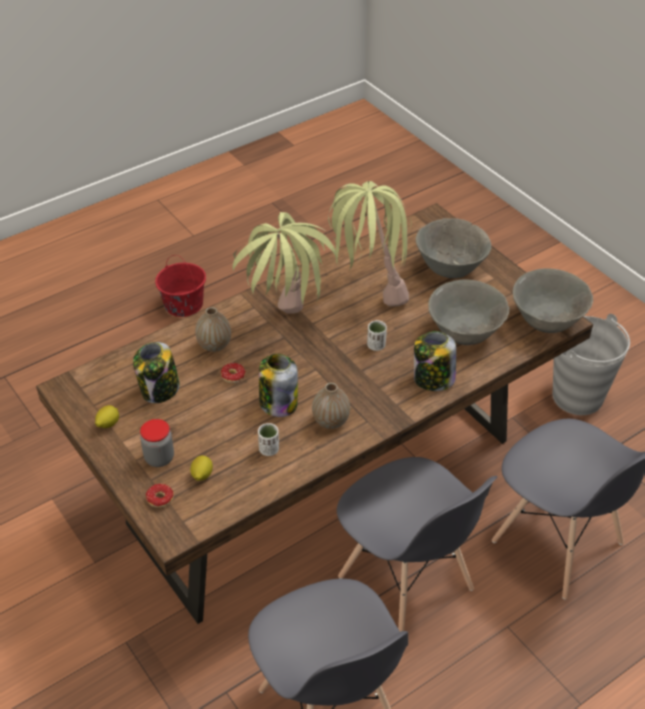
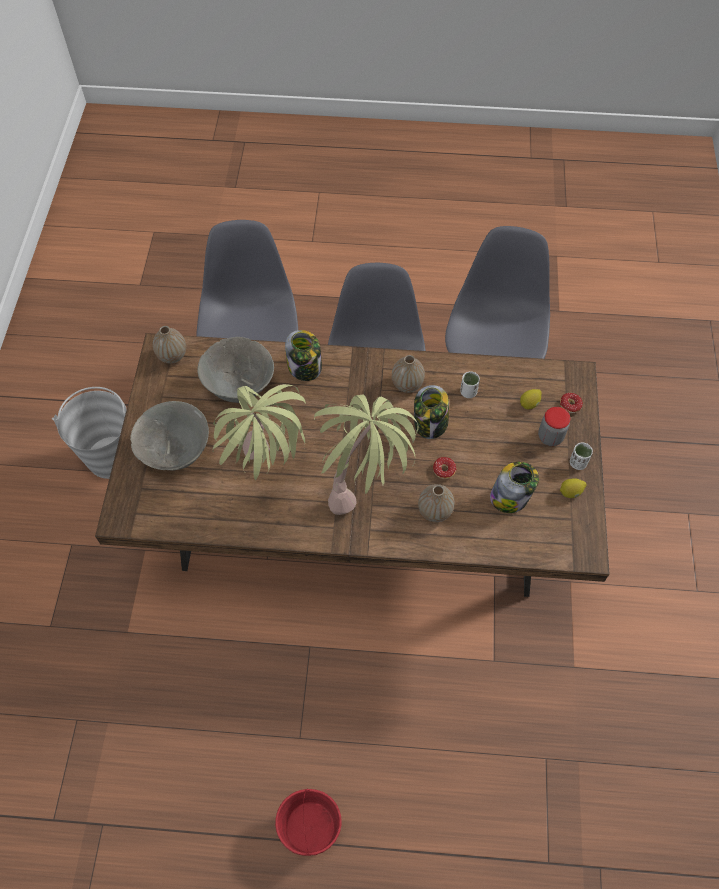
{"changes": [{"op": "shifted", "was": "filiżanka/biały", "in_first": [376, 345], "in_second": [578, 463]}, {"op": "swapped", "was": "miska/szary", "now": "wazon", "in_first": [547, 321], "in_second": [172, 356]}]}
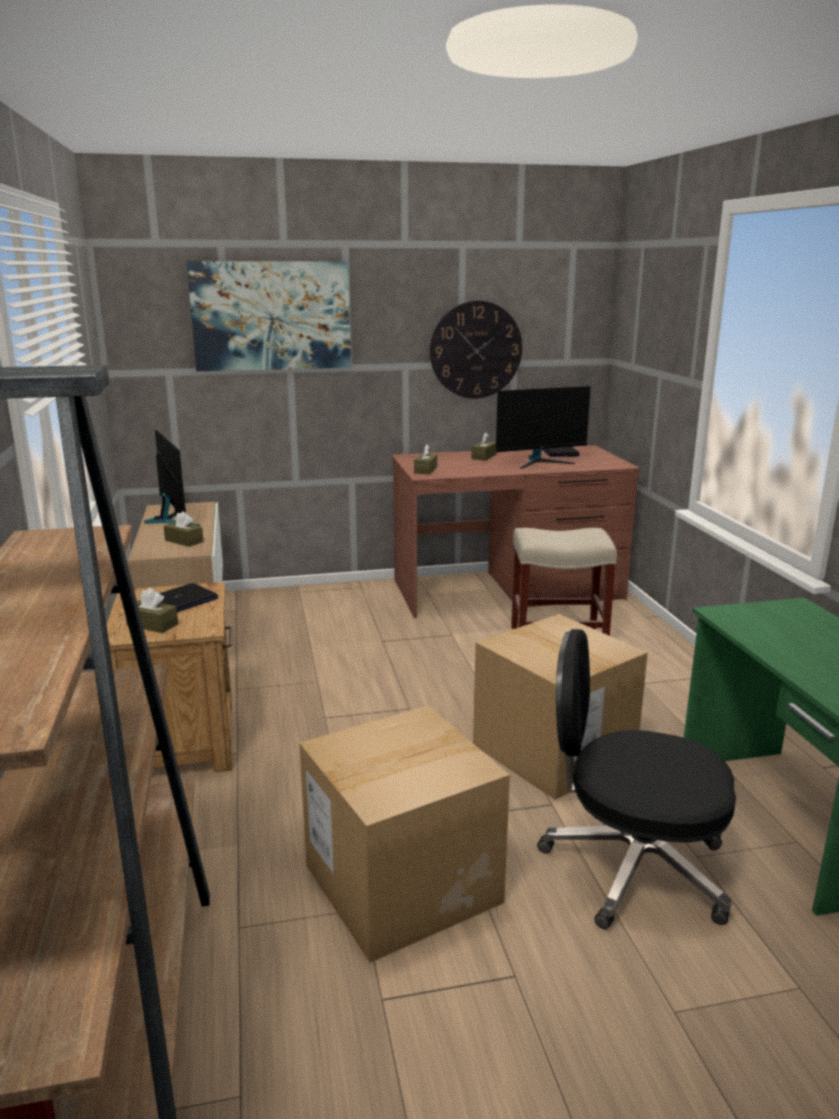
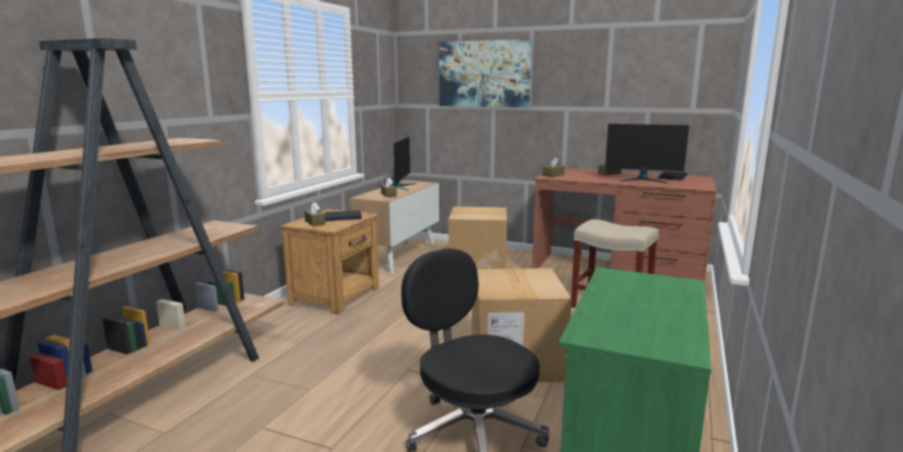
{"changes": [{"op": "shifted", "was": "karton", "in_first": [402, 883], "in_second": [478, 265]}, {"op": "gone", "was": "zegar ścienny", "in_first": [476, 350]}]}
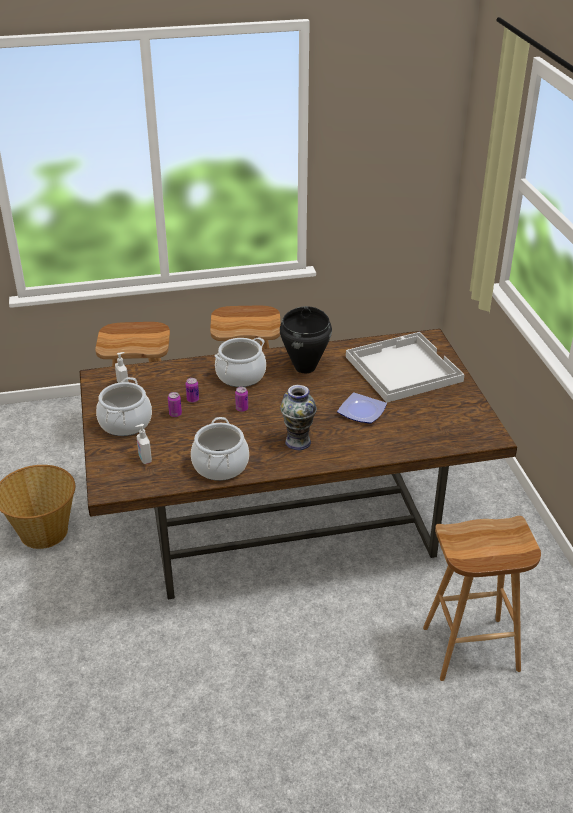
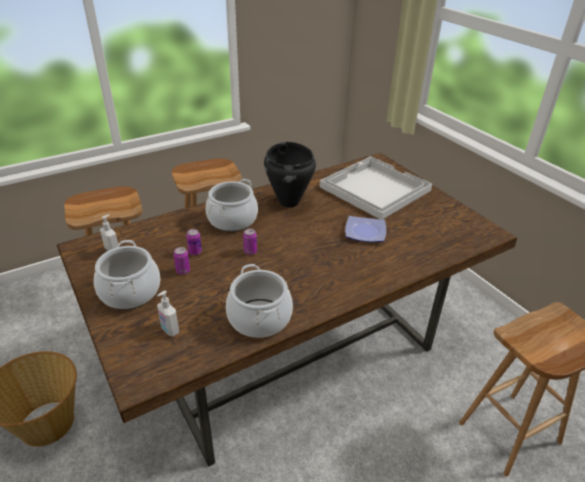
{"changes": [{"op": "gone", "was": "wazon", "in_first": [298, 442]}]}
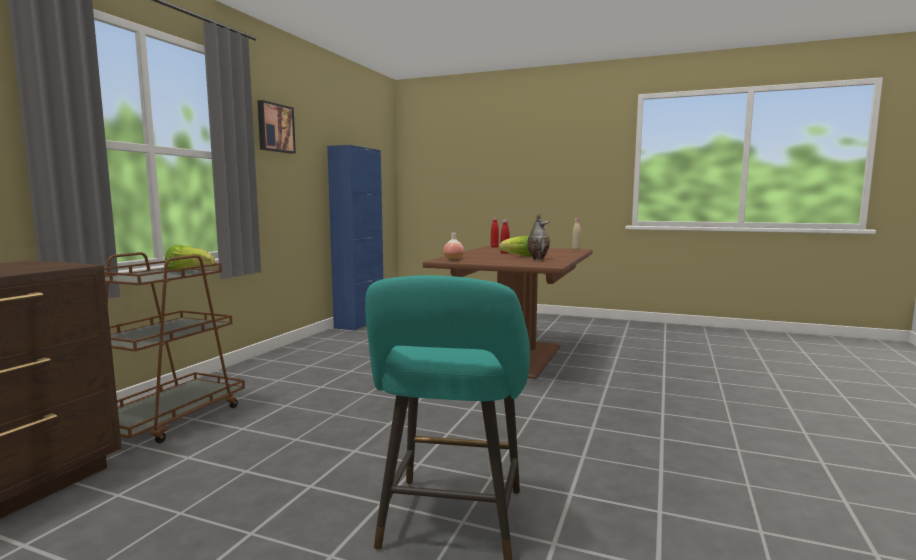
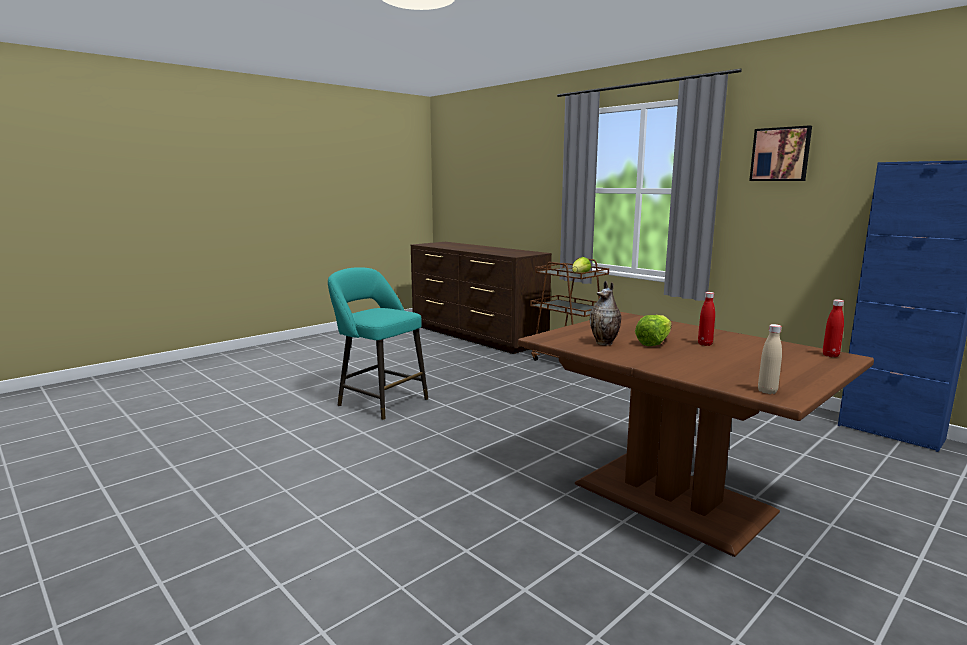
{"changes": [{"op": "gone", "was": "wazon", "in_first": [453, 259]}]}
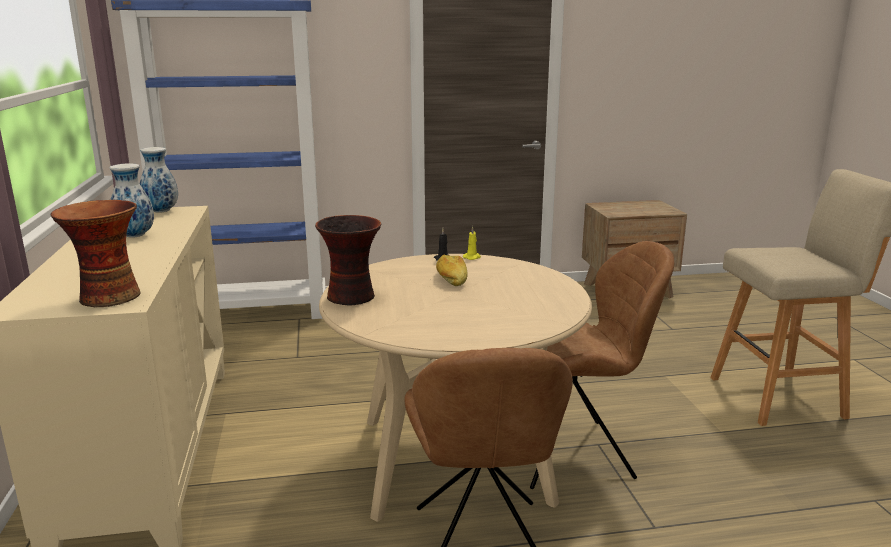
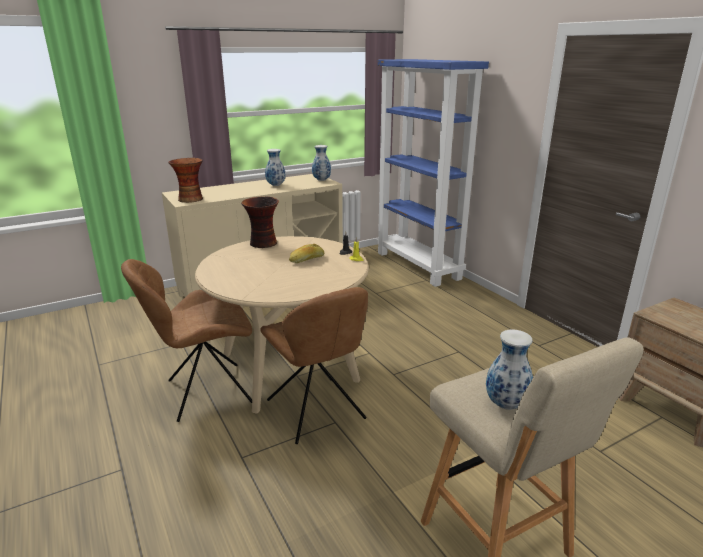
{"changes": [{"op": "new", "now": "wazon", "in_second": [507, 405]}]}
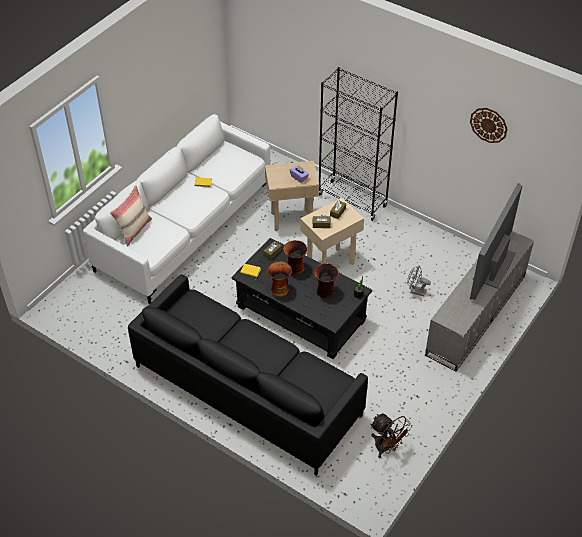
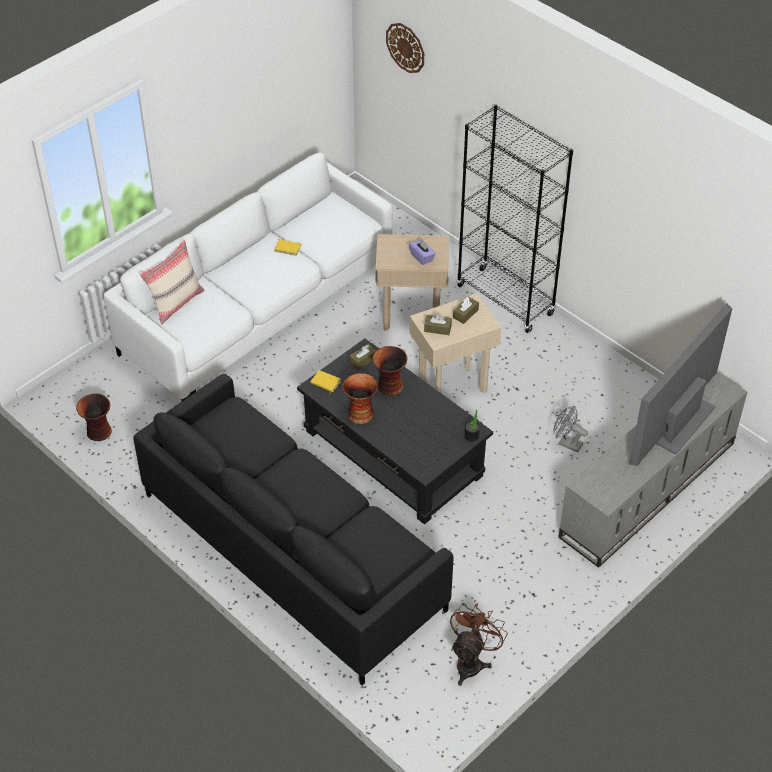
{"changes": [{"op": "shifted", "was": "wazon", "in_first": [325, 292], "in_second": [99, 432]}, {"op": "rotated", "was": "wentylator/brązowy", "in_first": [386, 448], "in_second": [471, 661], "clockwise": -120}, {"op": "shifted", "was": "zegar ścienny", "in_first": [488, 125], "in_second": [405, 47]}]}
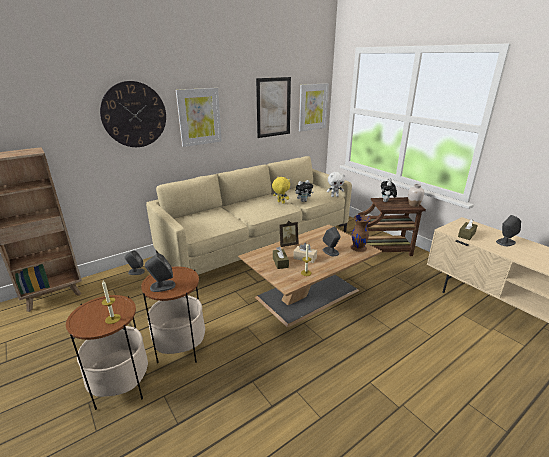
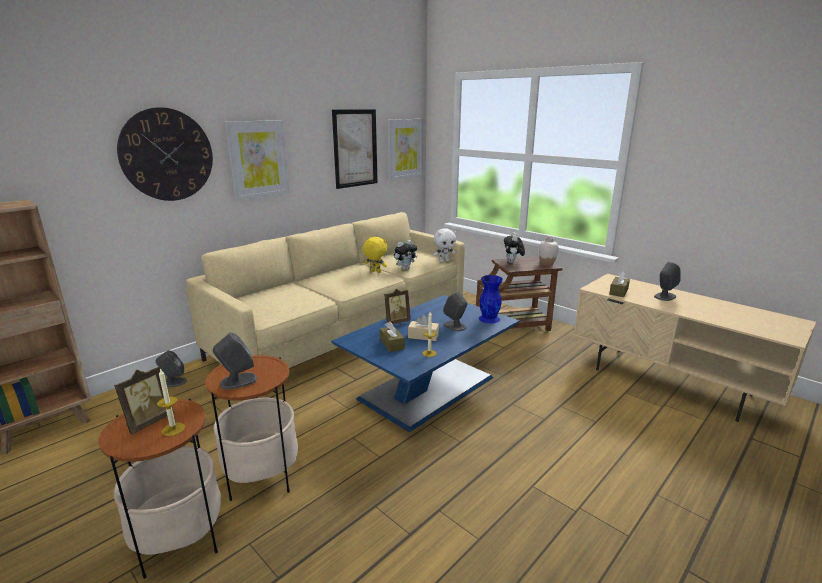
{"changes": [{"op": "repainted", "was": "ława/brązowy", "now": "ława/niebieski", "in_first": [309, 293], "in_second": [428, 386]}, {"op": "repainted", "was": "wazon/brązowy", "now": "wazon/niebieski", "in_first": [358, 247], "in_second": [489, 318]}, {"op": "new", "now": "ramka na zdjęcie", "in_second": [148, 422]}]}
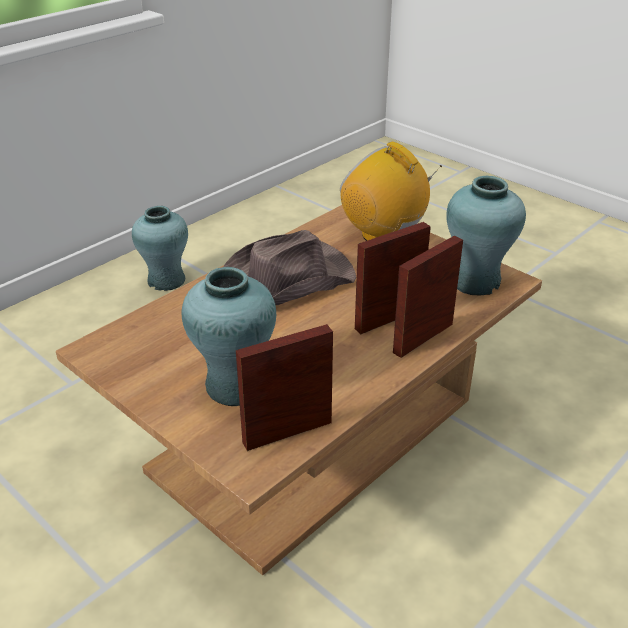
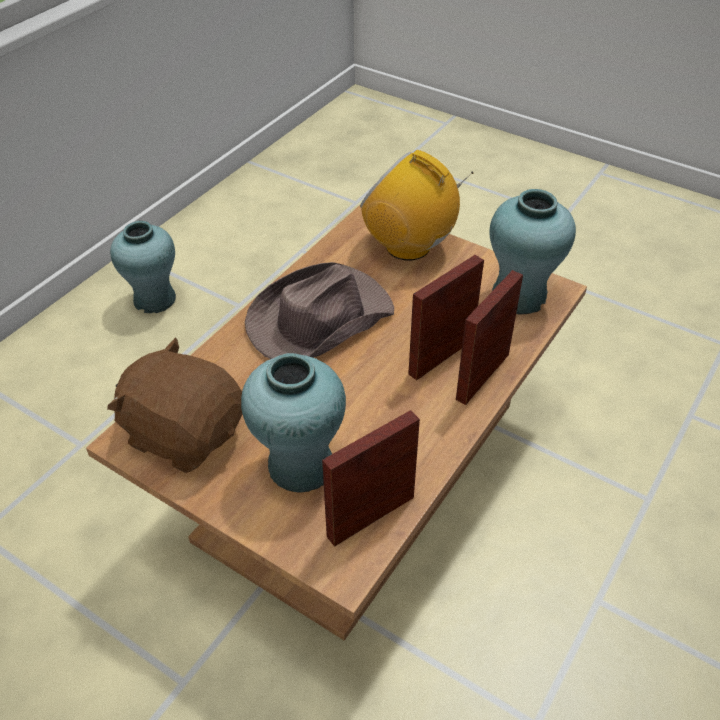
{"changes": [{"op": "new", "now": "pluszak/brązowy", "in_second": [185, 433]}]}
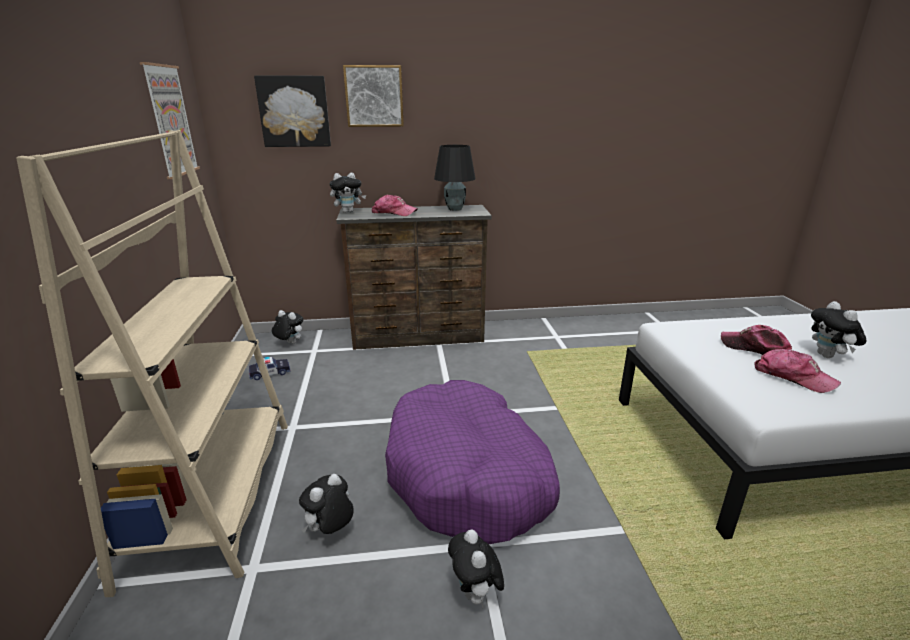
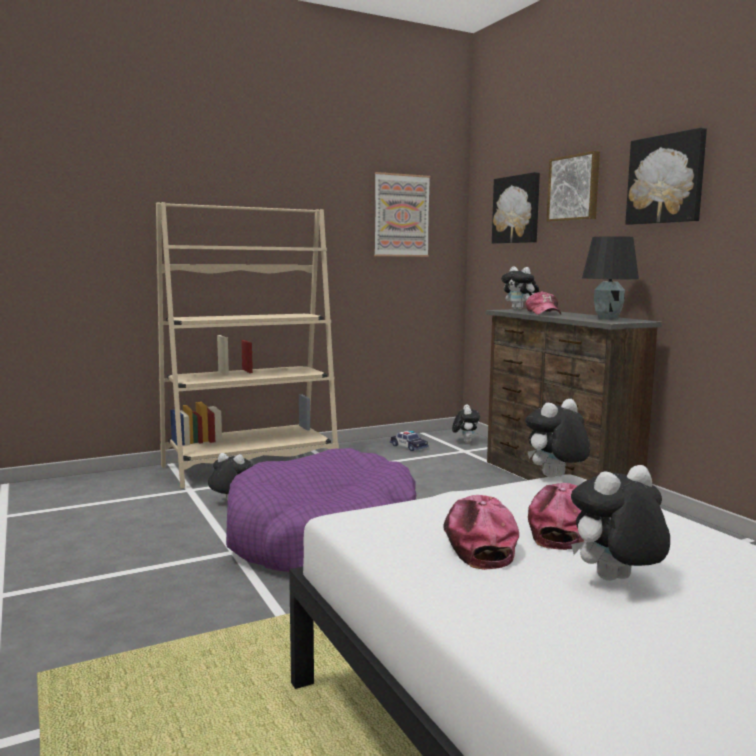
{"changes": [{"op": "shifted", "was": "pluszak", "in_first": [475, 594], "in_second": [555, 477]}, {"op": "rotated", "was": "czapka z daszkiem", "in_first": [792, 377], "in_second": [476, 542], "clockwise": 150}, {"op": "new", "now": "obraz", "in_second": [666, 179]}]}
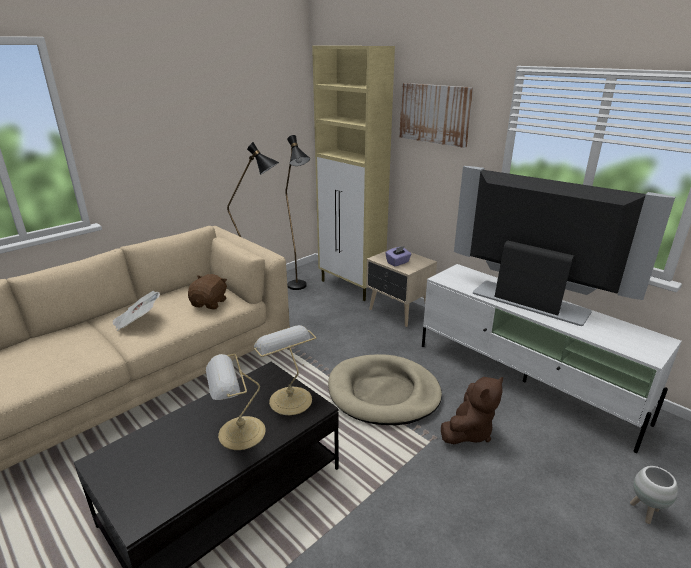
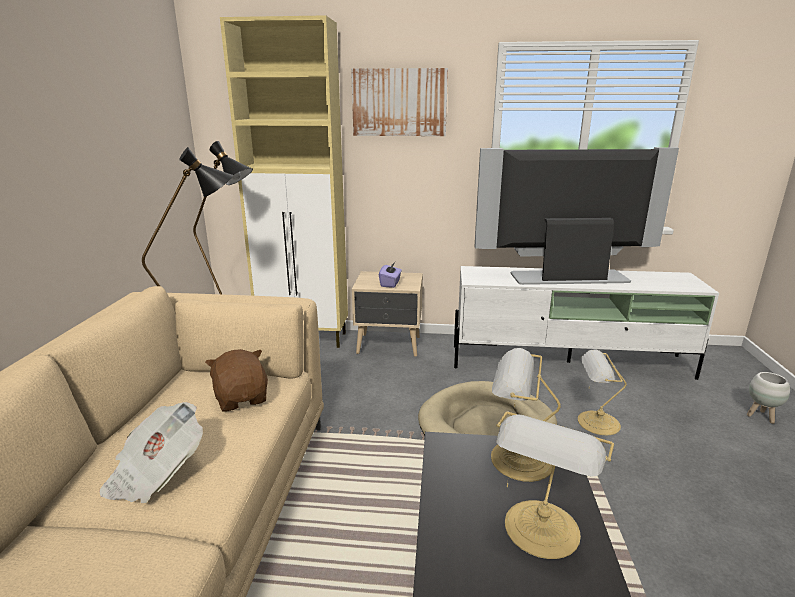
{"changes": [{"op": "swapped", "was": "pluszak/brązowy", "now": "lampa stołowa", "in_first": [468, 431], "in_second": [596, 422]}]}
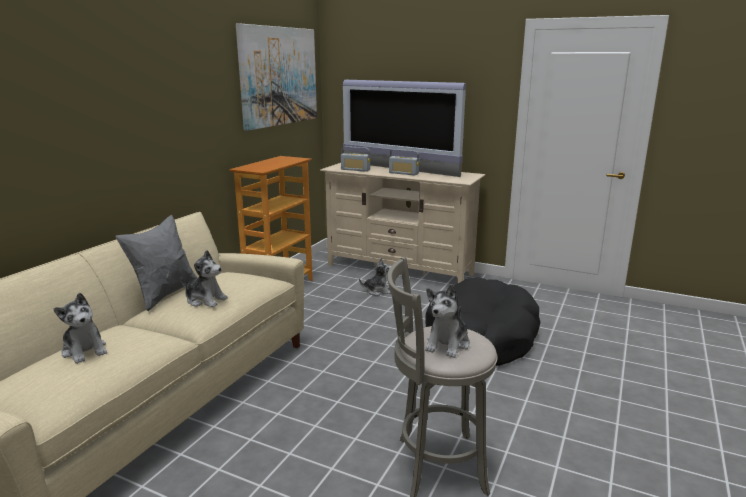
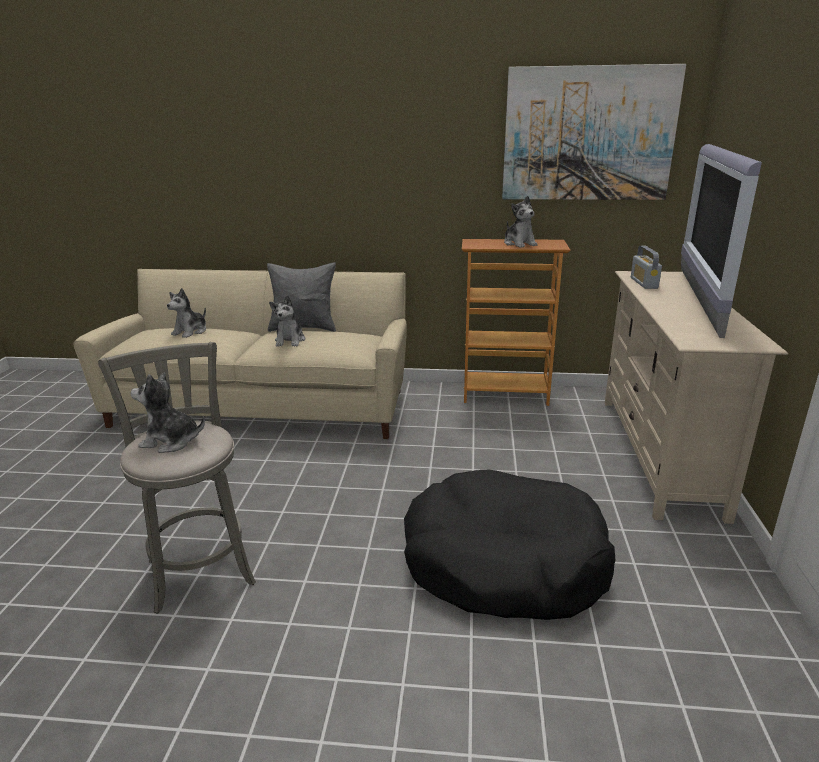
{"changes": [{"op": "shifted", "was": "pluszak", "in_first": [377, 291], "in_second": [519, 244]}, {"op": "gone", "was": "radio", "in_first": [403, 173]}]}
